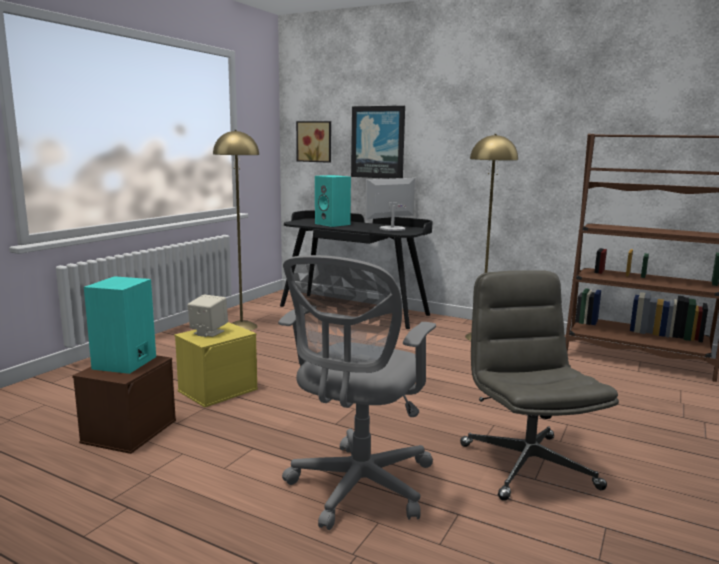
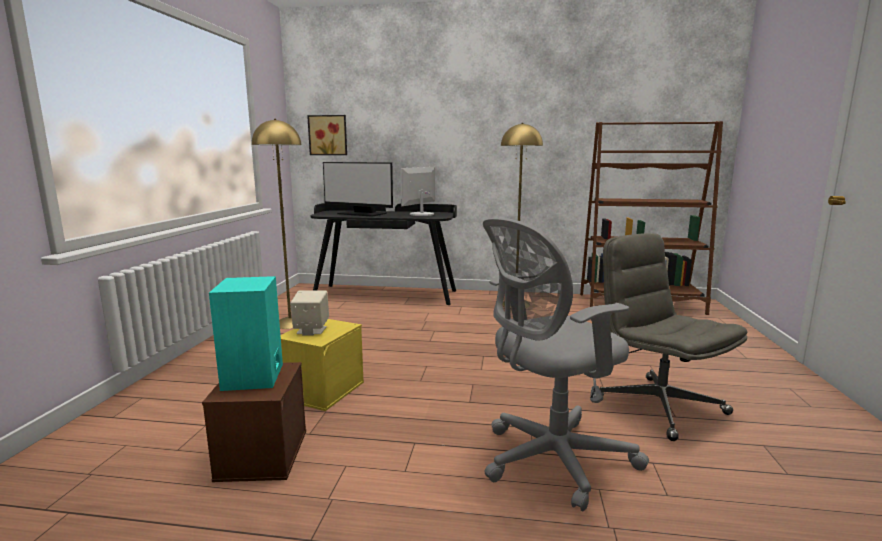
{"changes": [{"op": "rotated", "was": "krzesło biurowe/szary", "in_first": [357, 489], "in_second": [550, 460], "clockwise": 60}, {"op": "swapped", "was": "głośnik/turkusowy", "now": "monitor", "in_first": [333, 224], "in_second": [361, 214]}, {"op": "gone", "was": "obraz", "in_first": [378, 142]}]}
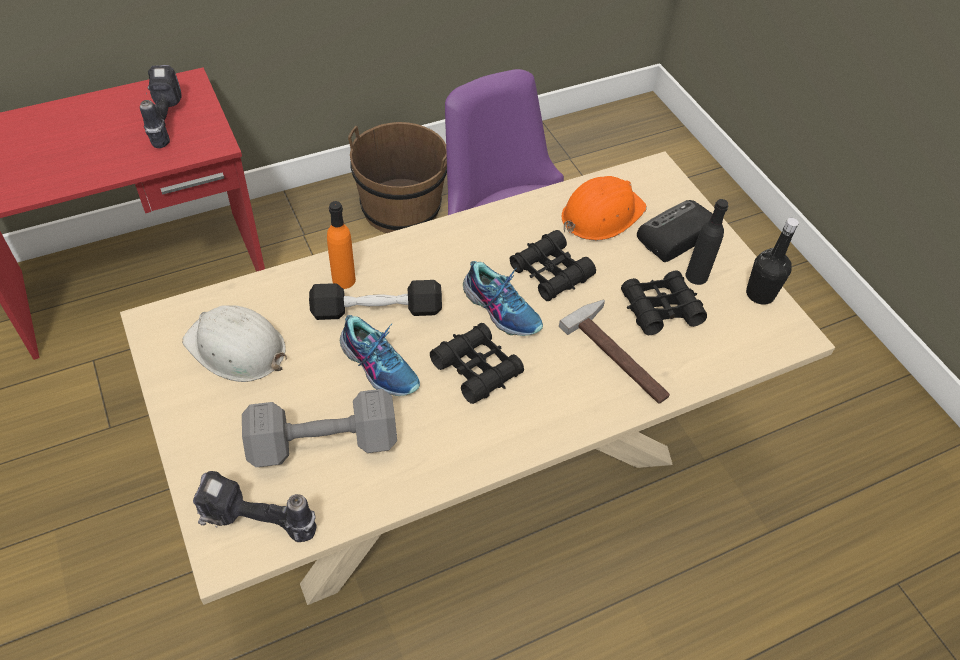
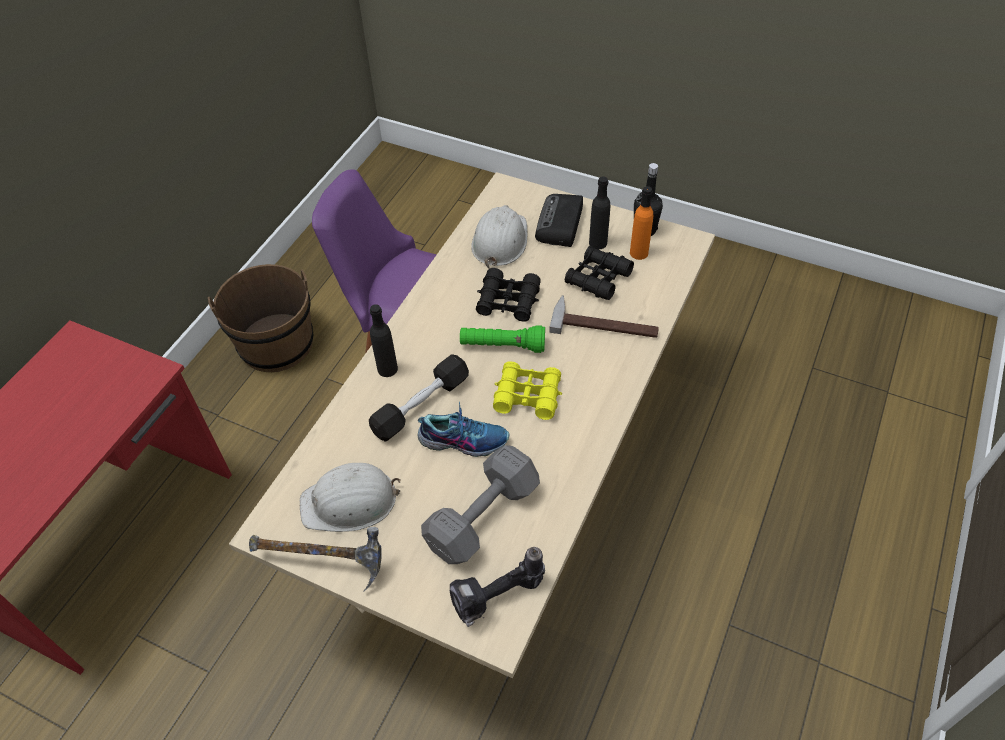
{"changes": [{"op": "gone", "was": "wiertarka", "in_first": [162, 122]}, {"op": "shifted", "was": "butelka/pomarańczowy", "in_first": [343, 280], "in_second": [638, 253]}, {"op": "repainted", "was": "lornetka/czarny", "now": "lornetka/żółty", "in_first": [476, 368], "in_second": [527, 395]}, {"op": "swapped", "was": "but", "now": "latarka/zielony", "in_first": [502, 309], "in_second": [502, 346]}, {"op": "repainted", "was": "kask/pomarańczowy", "now": "kask/biały", "in_first": [601, 214], "in_second": [500, 241]}, {"op": "new", "now": "młotek", "in_second": [324, 563]}, {"op": "new", "now": "butelka/czarny", "in_second": [387, 369]}]}
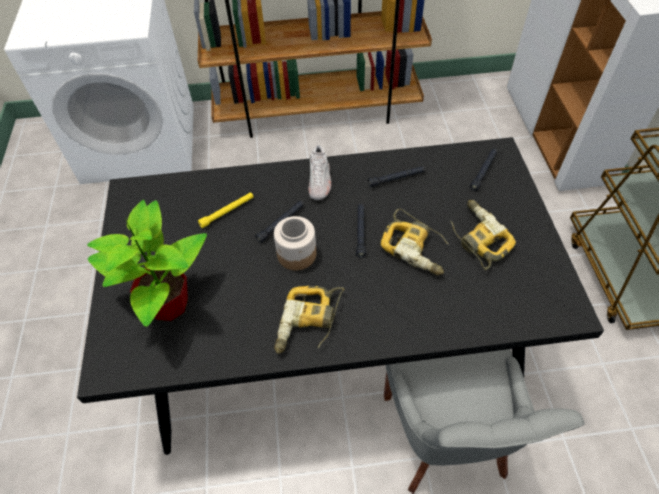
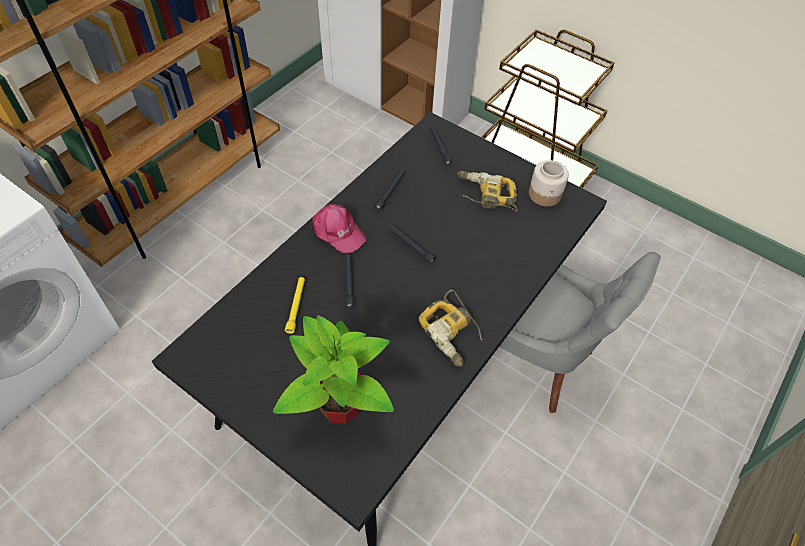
{"changes": [{"op": "shifted", "was": "słoik", "in_first": [296, 255], "in_second": [545, 194]}, {"op": "swapped", "was": "but/biały", "now": "czapka z daszkiem/różowy", "in_first": [319, 181], "in_second": [338, 232]}, {"op": "gone", "was": "wiertarka", "in_first": [416, 247]}]}
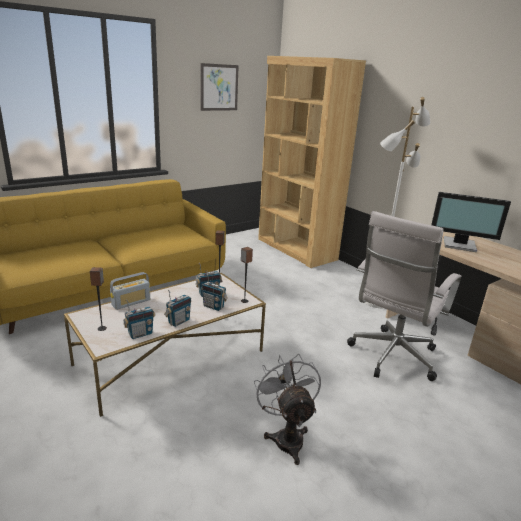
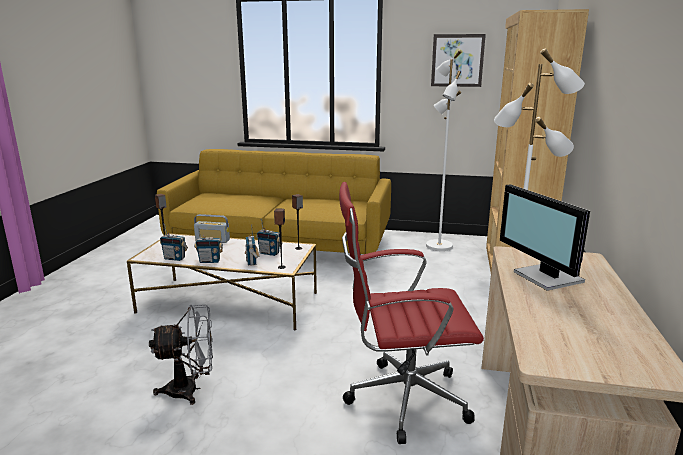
{"changes": [{"op": "rotated", "was": "wentylator/szary", "in_first": [286, 436], "in_second": [191, 390], "clockwise": 45}, {"op": "repainted", "was": "krzesło biurowe/biały", "now": "krzesło biurowe/czerwony", "in_first": [391, 357], "in_second": [401, 400]}, {"op": "new", "now": "lampa stojąca/biały", "in_second": [438, 246]}]}
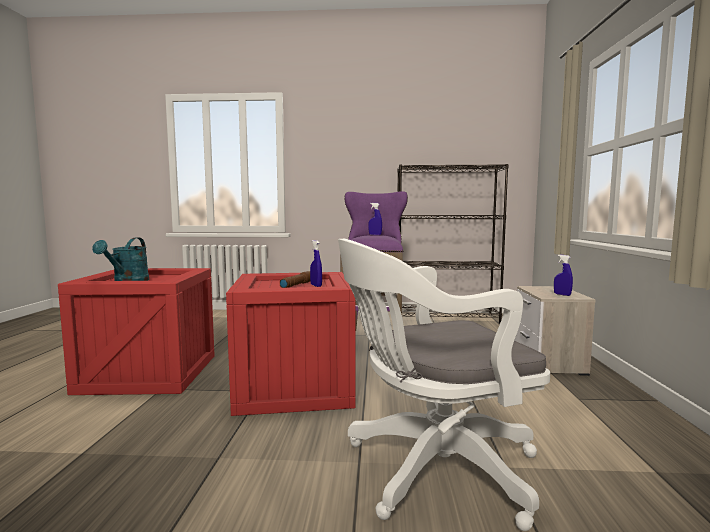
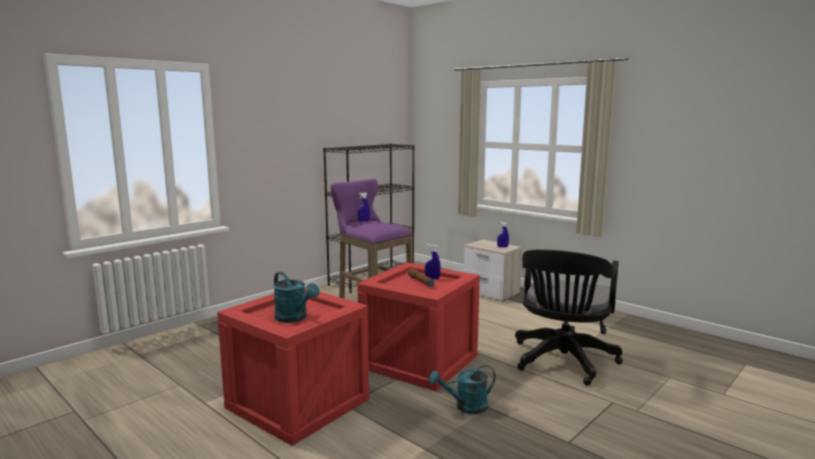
{"changes": [{"op": "repainted", "was": "krzesło biurowe/biały", "now": "krzesło biurowe/czarny", "in_first": [432, 469], "in_second": [562, 362]}, {"op": "new", "now": "konewka/turkusowy", "in_second": [465, 407]}]}
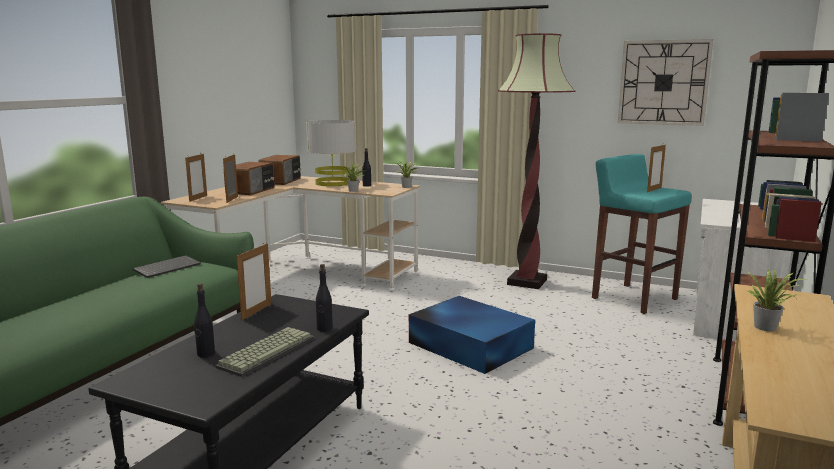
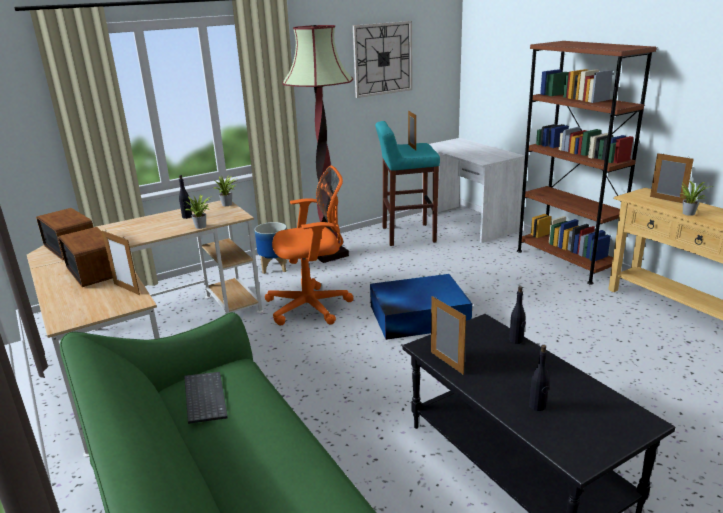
{"changes": [{"op": "shifted", "was": "ramka na zdjęcie", "in_first": [198, 198], "in_second": [667, 200]}, {"op": "gone", "was": "klawiatura", "in_first": [267, 352]}, {"op": "gone", "was": "lampa stołowa/szary", "in_first": [333, 183]}, {"op": "new", "now": "donica", "in_second": [275, 268]}, {"op": "new", "now": "krzesło biurowe/pomarańczowy", "in_second": [312, 306]}]}
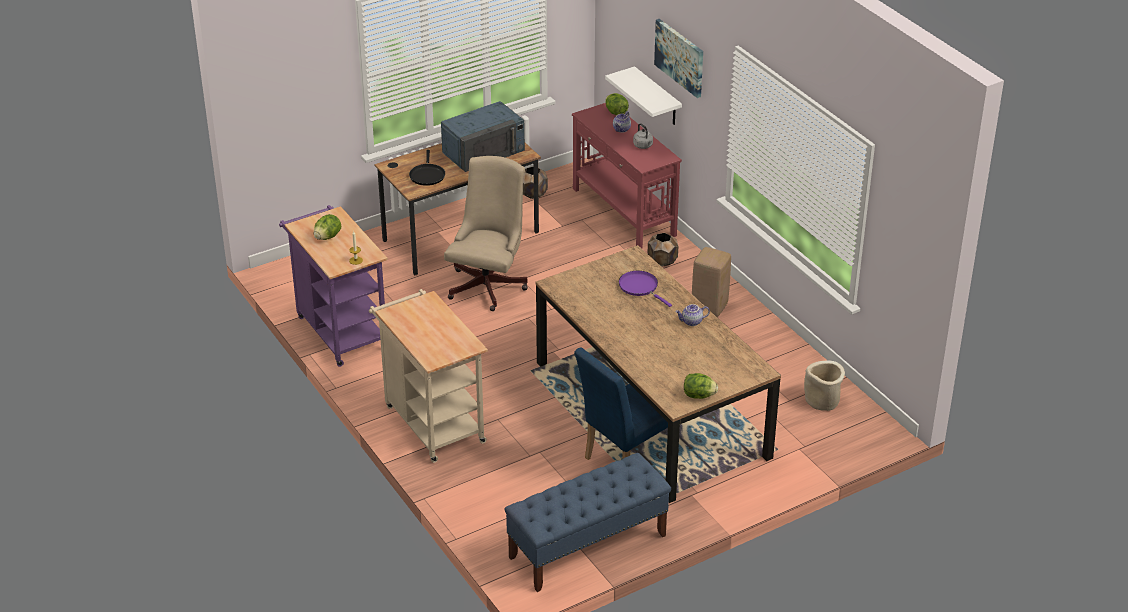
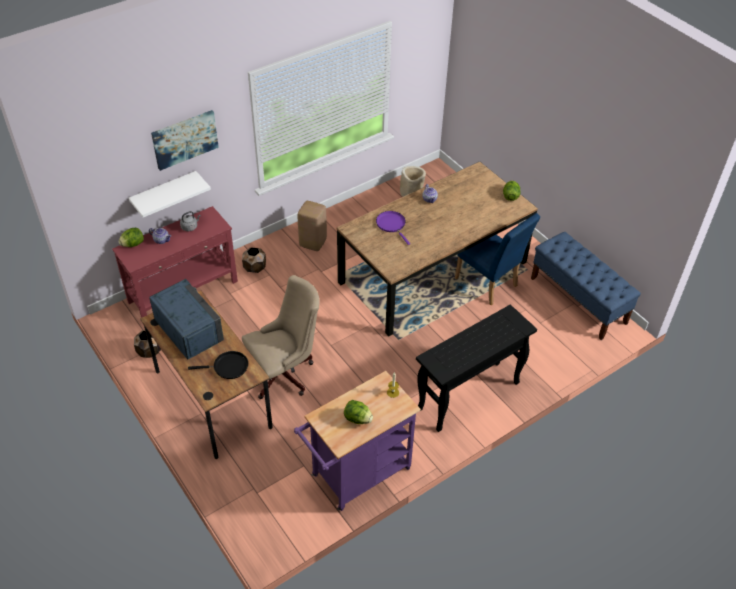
{"changes": [{"op": "swapped", "was": "wózek/beżowy", "now": "stolik konsolowy/czarny", "in_first": [431, 421], "in_second": [468, 396]}, {"op": "rotated", "was": "krzesło biurowe/beżowy", "in_first": [489, 284], "in_second": [285, 373], "clockwise": 135}, {"op": "rotated", "was": "patelnia/fioletowy", "in_first": [640, 287], "in_second": [392, 225], "clockwise": 105}]}
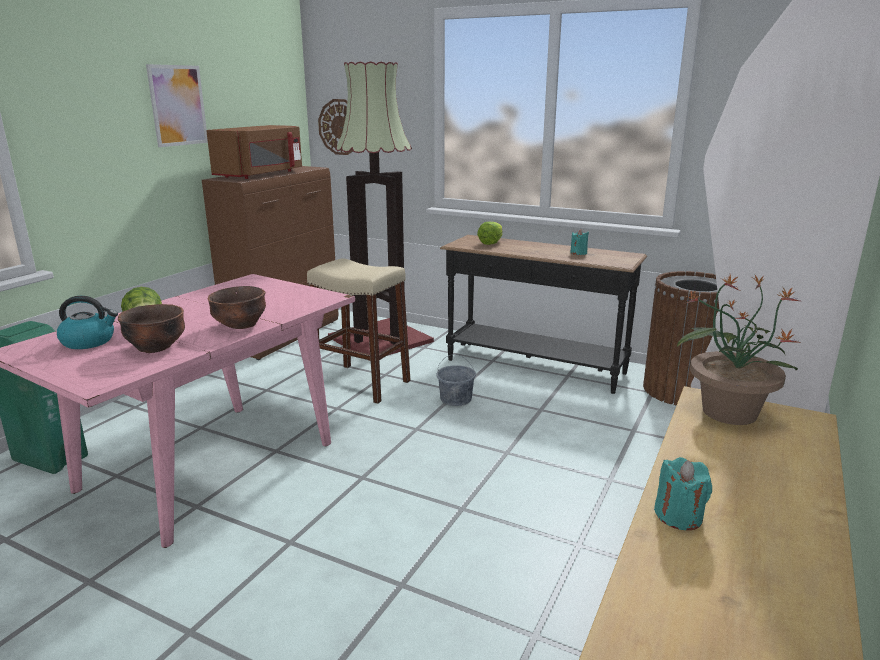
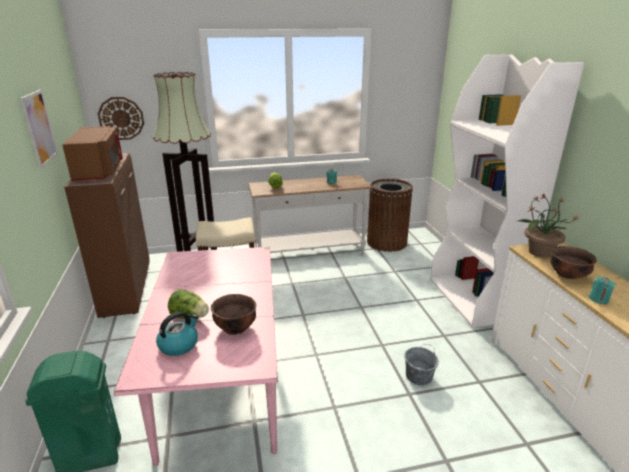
{"changes": [{"op": "shifted", "was": "miska/brązowy", "in_first": [241, 326], "in_second": [568, 275]}, {"op": "shifted", "was": "wiadro/szary", "in_first": [456, 399], "in_second": [419, 376]}, {"op": "repainted", "was": "stolik konsolowy/czarny", "now": "stolik konsolowy/biały", "in_first": [534, 367], "in_second": [310, 254]}]}
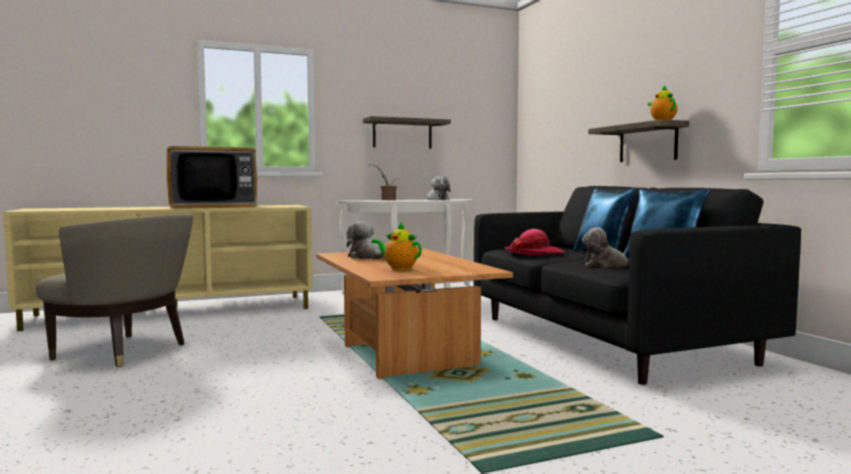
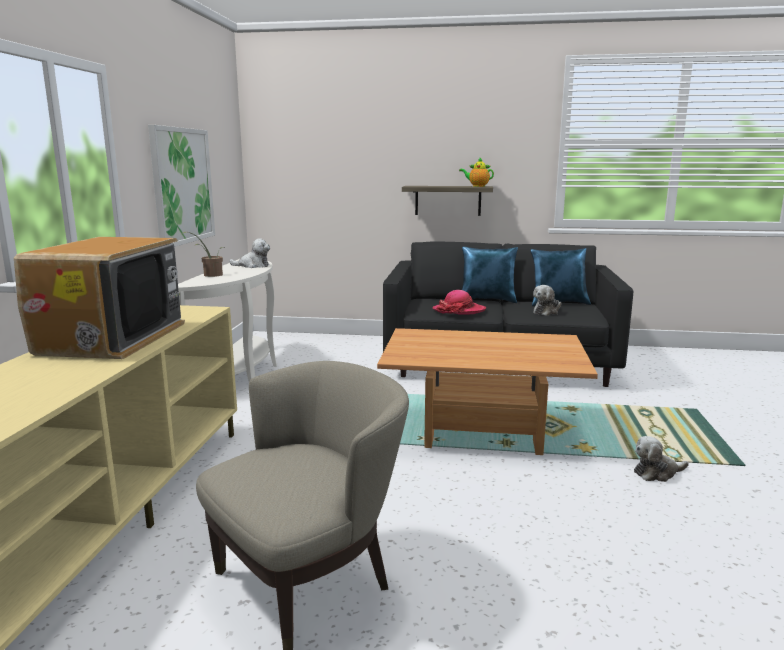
{"changes": [{"op": "shifted", "was": "pluszak", "in_first": [366, 257], "in_second": [657, 473]}, {"op": "swapped", "was": "półka", "now": "obraz", "in_first": [402, 134], "in_second": [182, 186]}, {"op": "gone", "was": "imbryk", "in_first": [398, 268]}]}
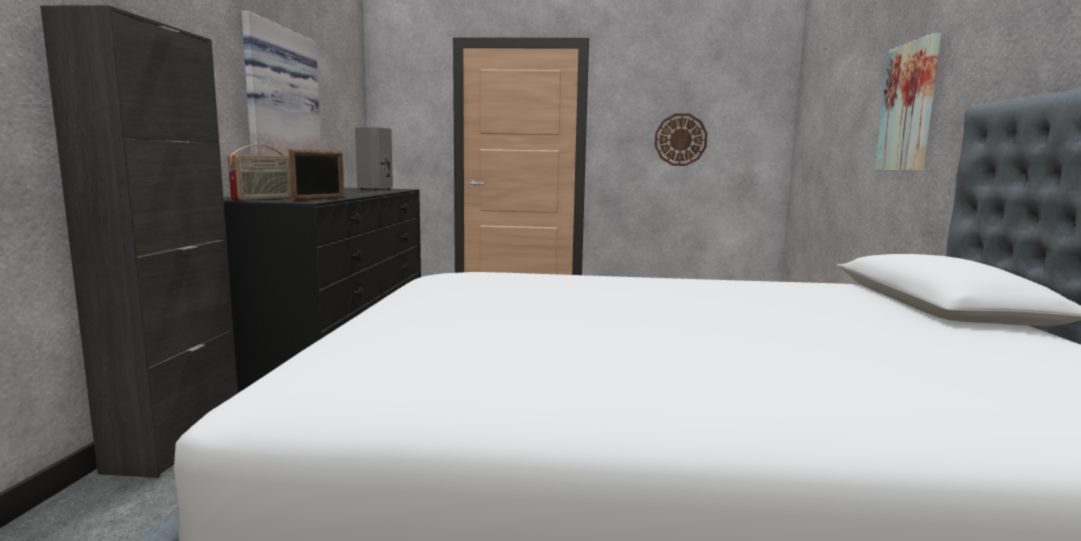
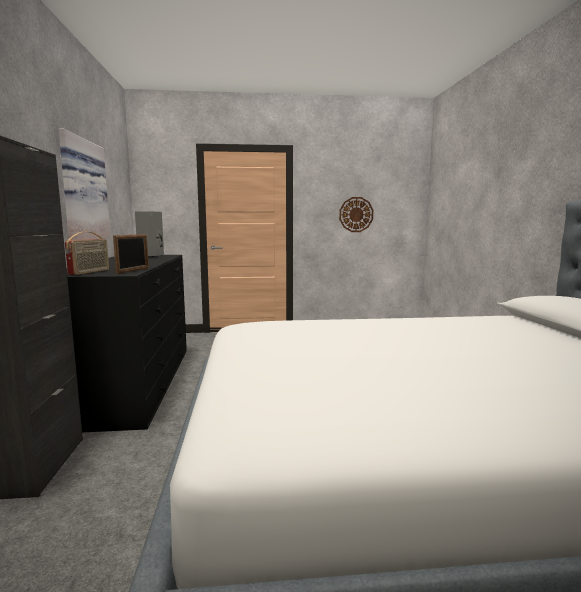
{"changes": [{"op": "gone", "was": "obraz", "in_first": [909, 107]}]}
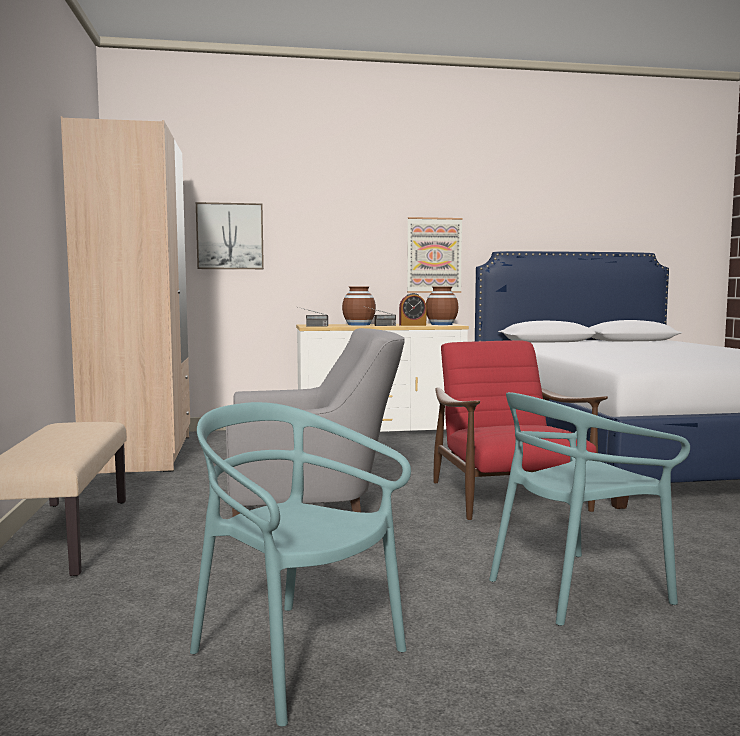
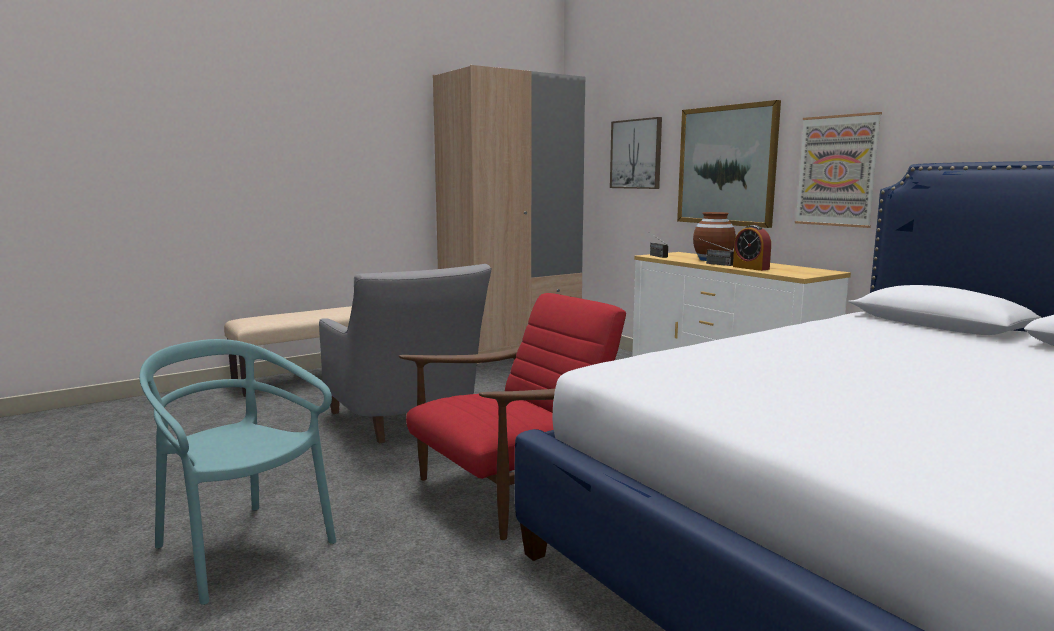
{"changes": [{"op": "gone", "was": "krzesło/turkusowy", "in_first": [294, 656]}, {"op": "gone", "was": "wazon/brązowy", "in_first": [441, 324]}, {"op": "new", "now": "obraz", "in_second": [726, 165]}]}
